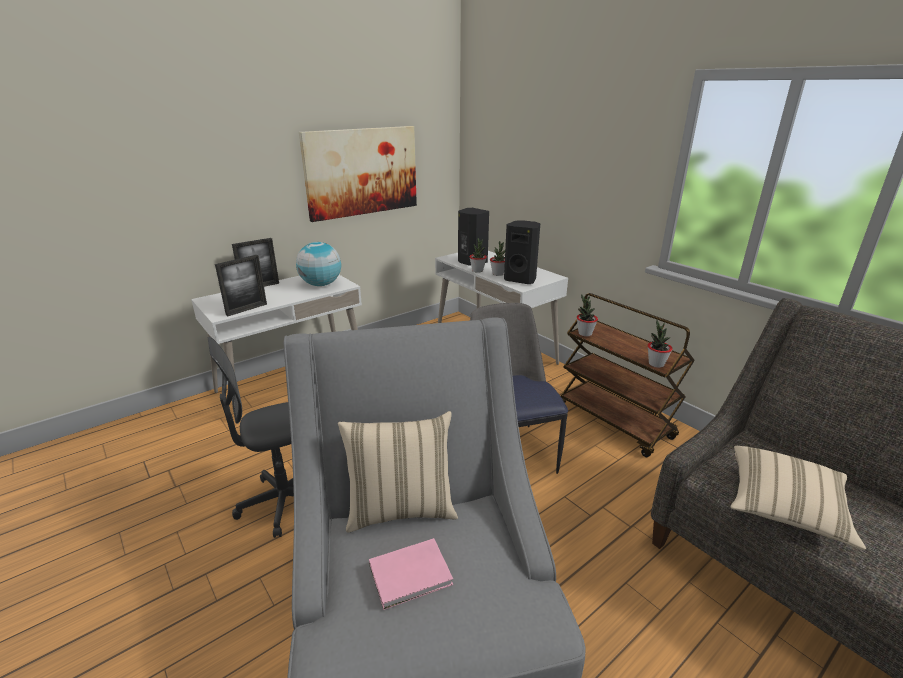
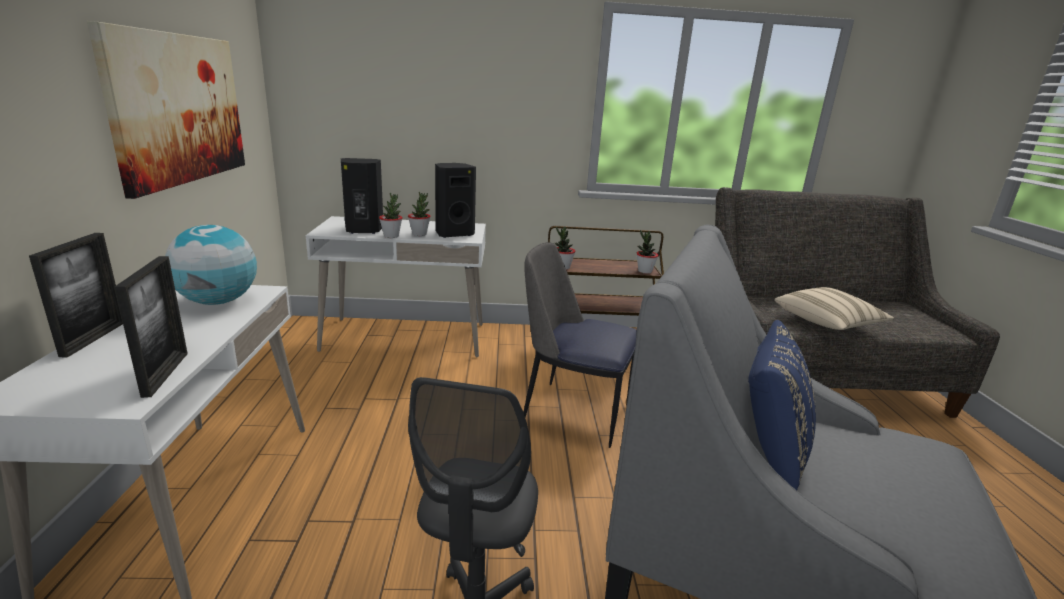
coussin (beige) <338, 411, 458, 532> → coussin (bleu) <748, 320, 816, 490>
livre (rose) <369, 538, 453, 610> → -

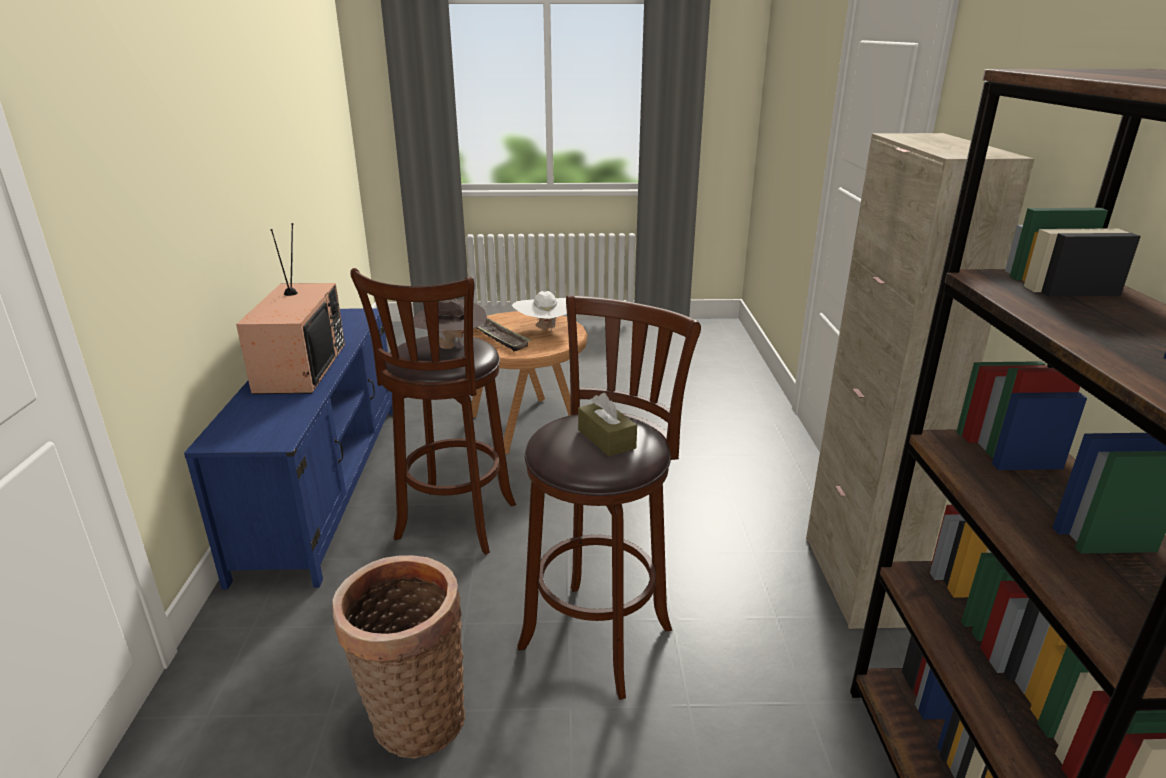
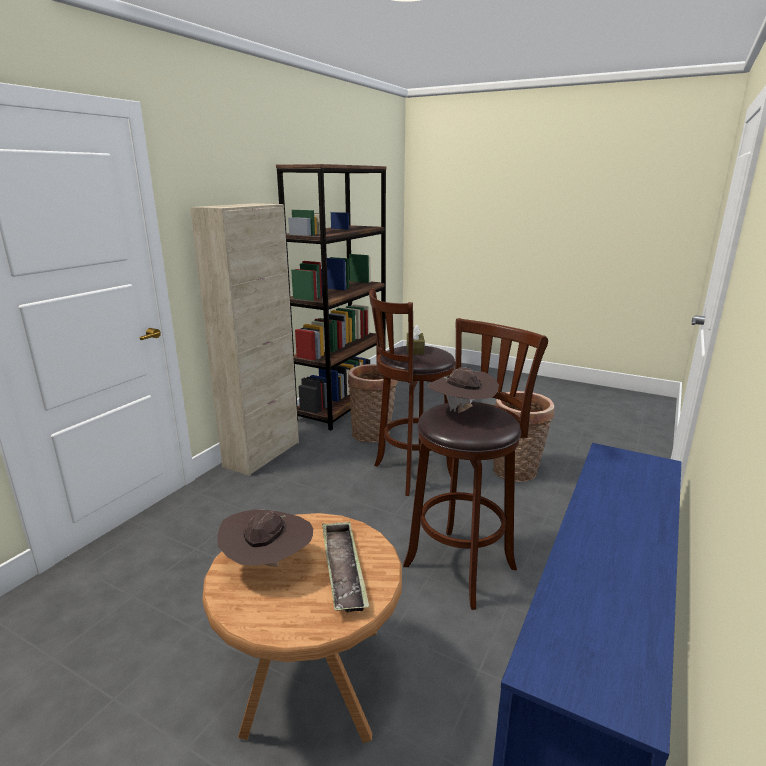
chapeau (blanc) <512, 291, 567, 332> → chapeau (marron) <217, 509, 313, 567>
- → panier <348, 364, 398, 443>
téléviseur <236, 223, 345, 394> → -

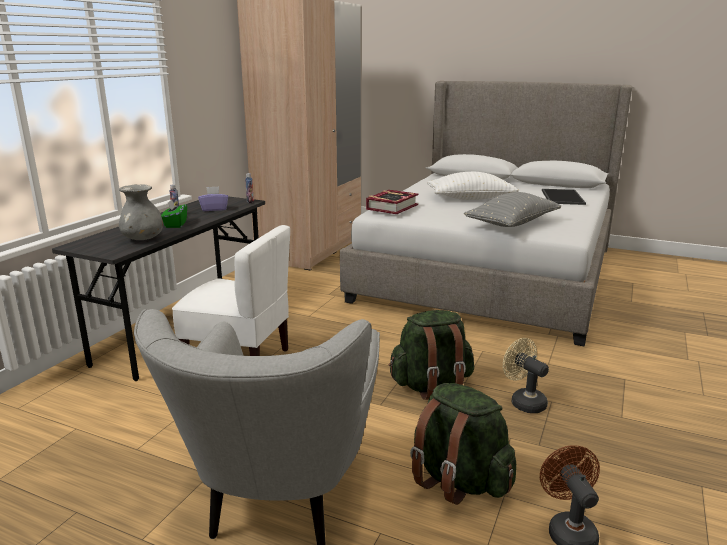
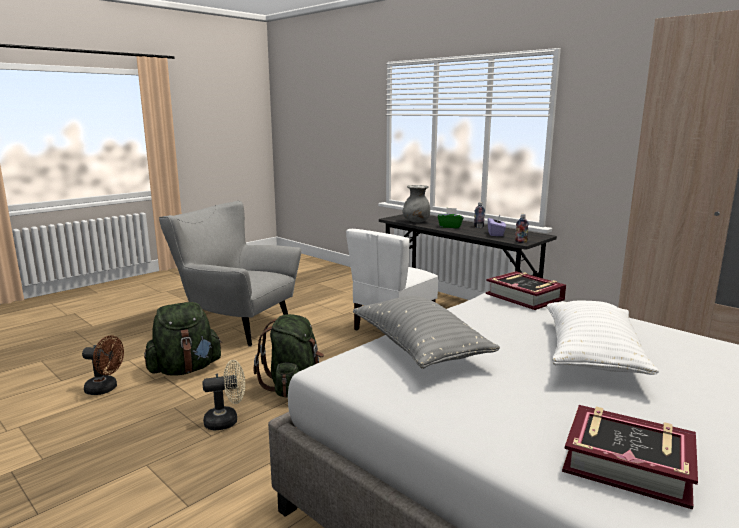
plateau <542, 189, 586, 205> → livre <562, 405, 698, 509>

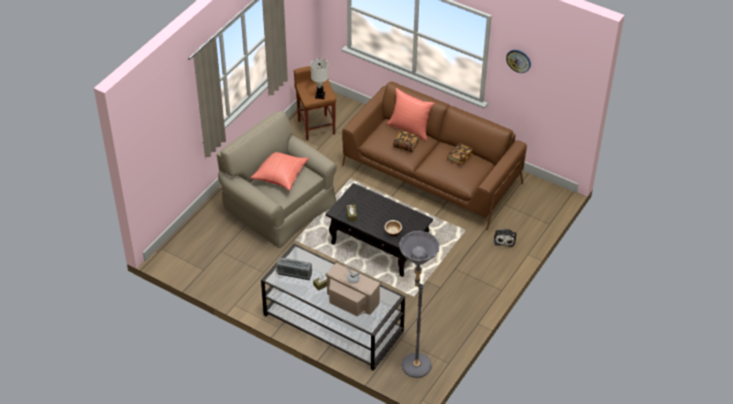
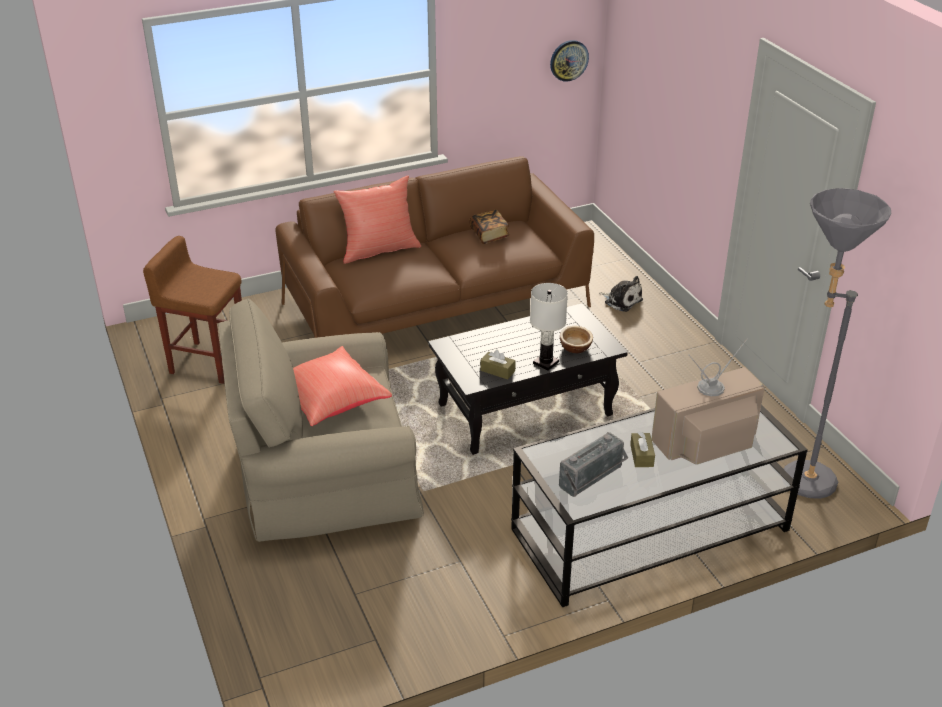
lampe de table (blanc) <311, 59, 328, 99> → lampe de table (blanc) <530, 283, 568, 370>, moved
horloge murale <506, 50, 531, 73> → horloge murale <550, 40, 589, 82>, moved
livre <393, 130, 419, 152> → -

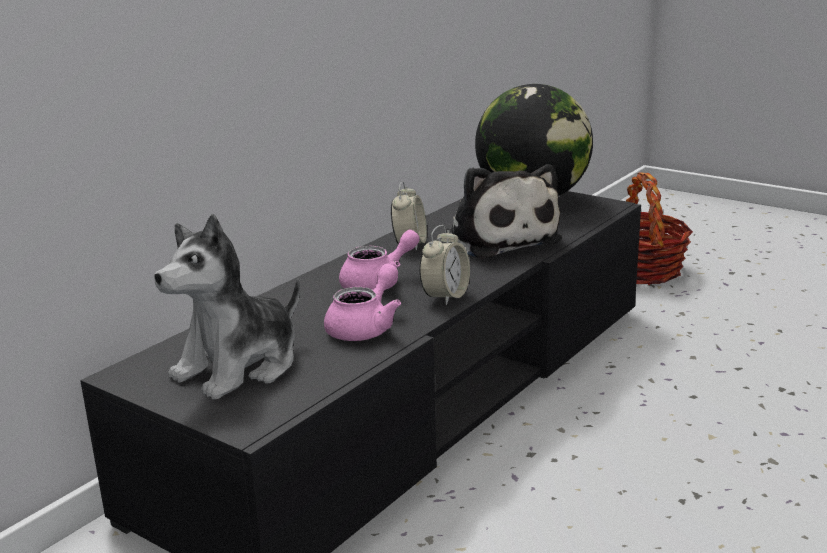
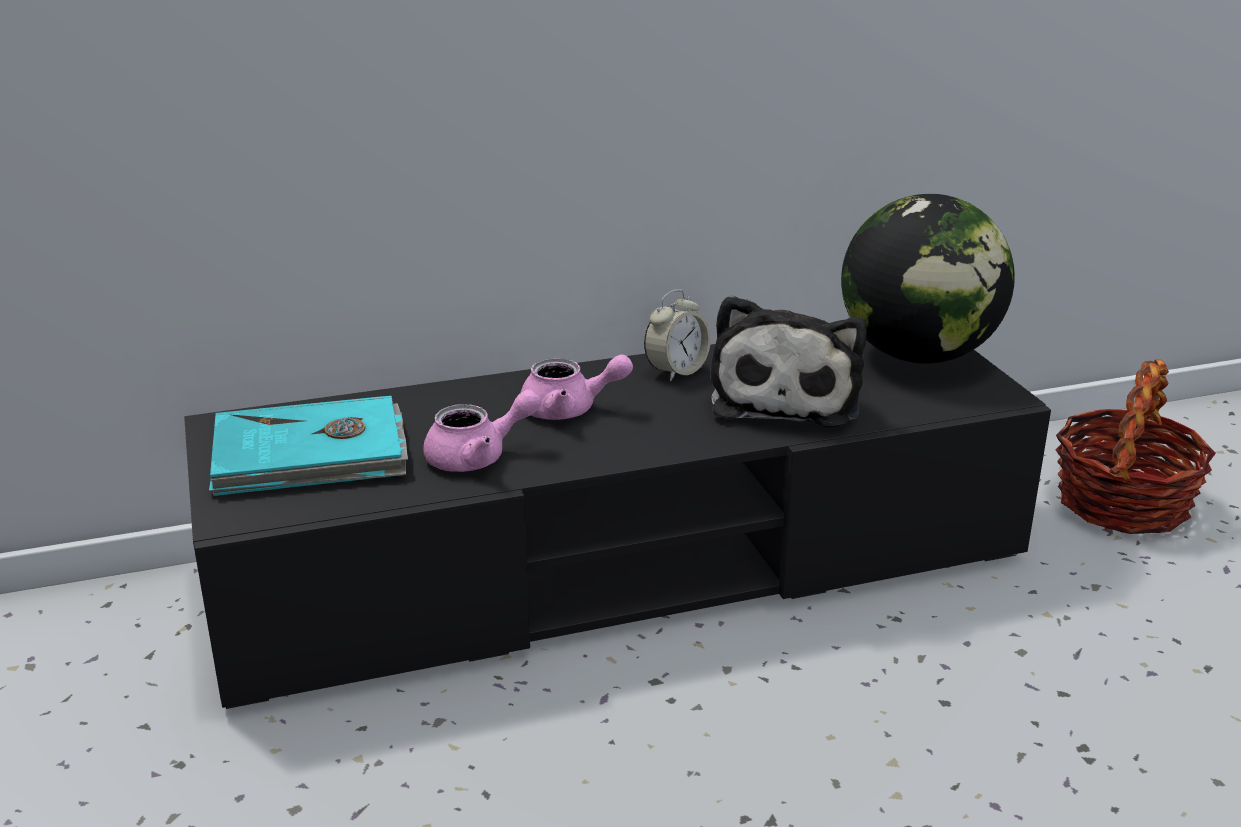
peluche <154, 214, 300, 400> → livre (turquoise) <209, 396, 408, 496>
réveil <419, 225, 470, 305> → -

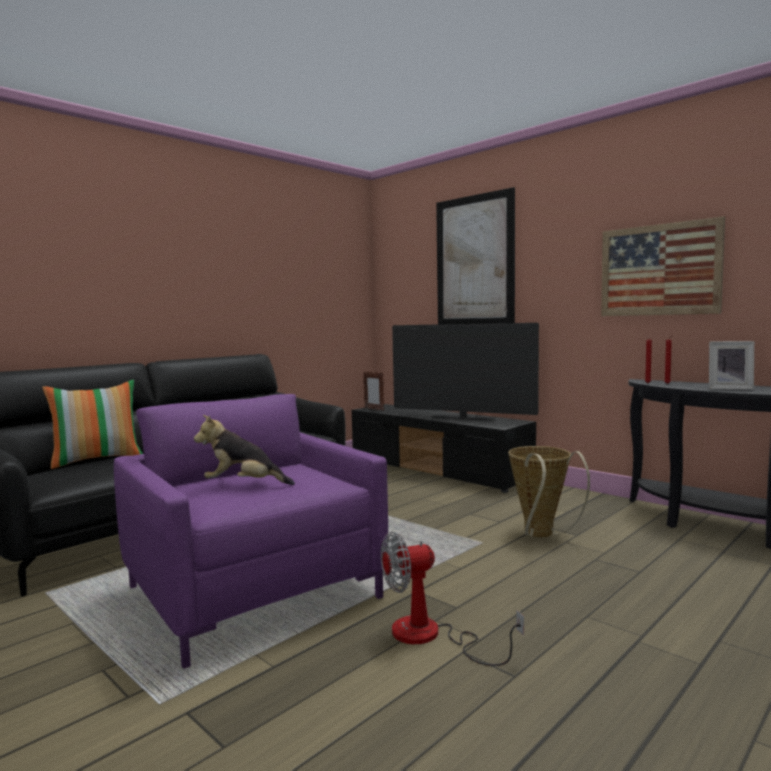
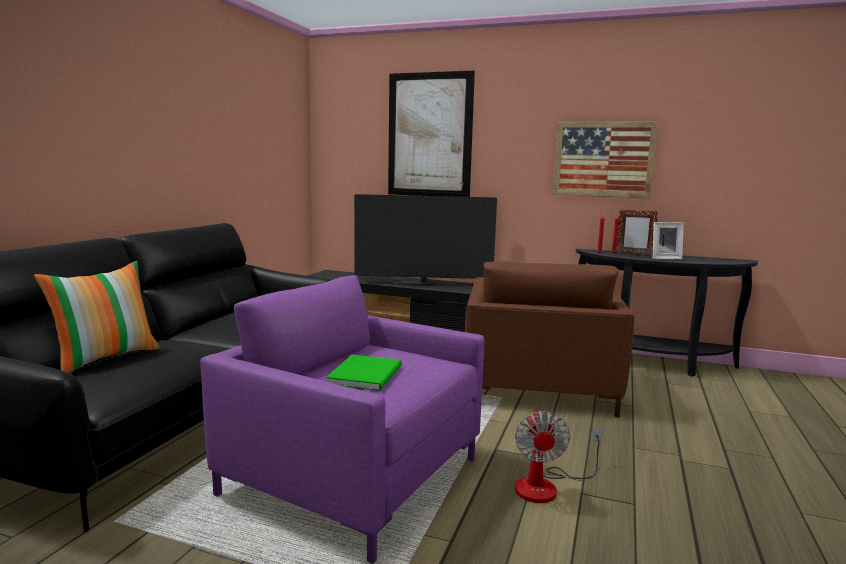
peluche <194, 415, 295, 485> → livre (vert) <326, 355, 402, 391>
panier <508, 446, 590, 537> → fauteuil (marron) <465, 261, 634, 417>
ventilateur <381, 532, 524, 666> → ventilateur <515, 411, 603, 503>, 45 degrees counterclockwise
cadre photo <363, 371, 384, 411> → cadre photo <617, 210, 658, 256>, moved

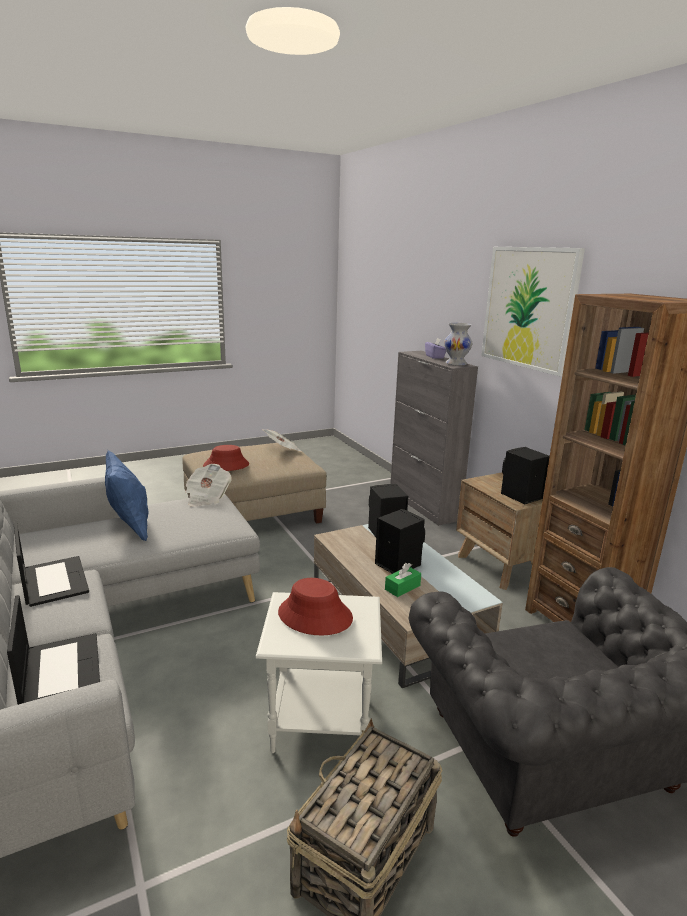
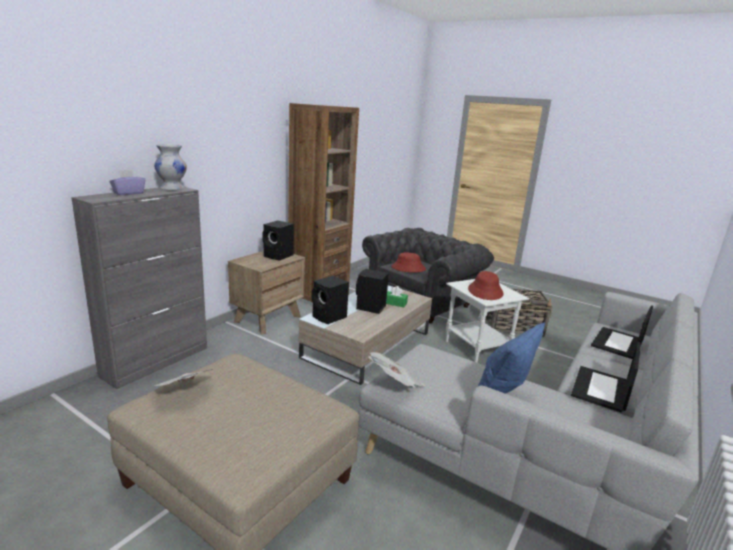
chapeau (rouge) <203, 445, 249, 471> → chapeau (rouge) <391, 253, 426, 272>, moved
tableau <481, 247, 585, 376> → -

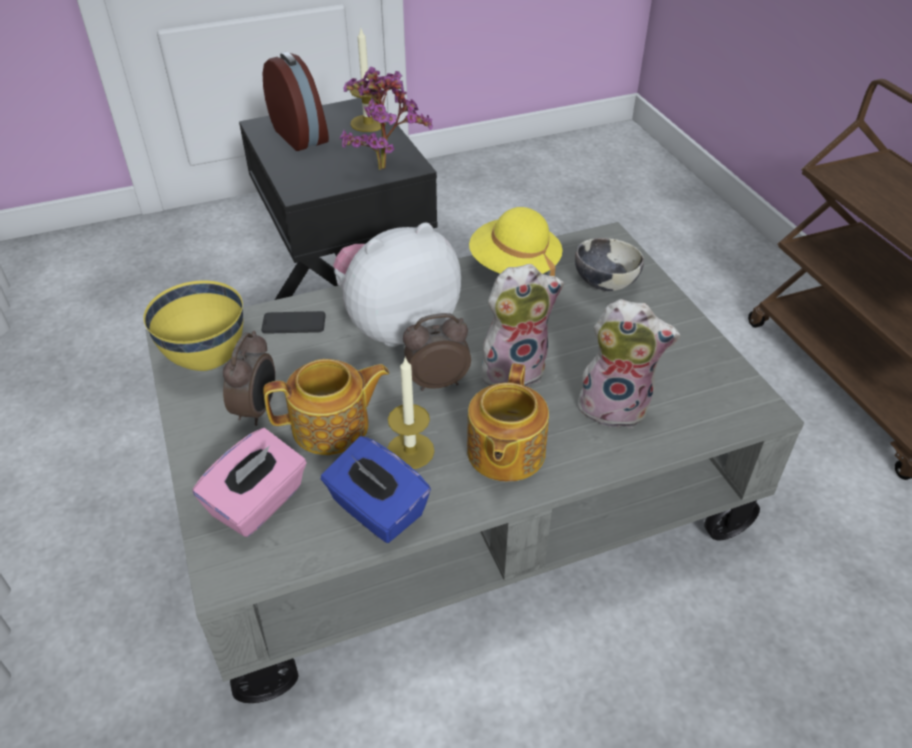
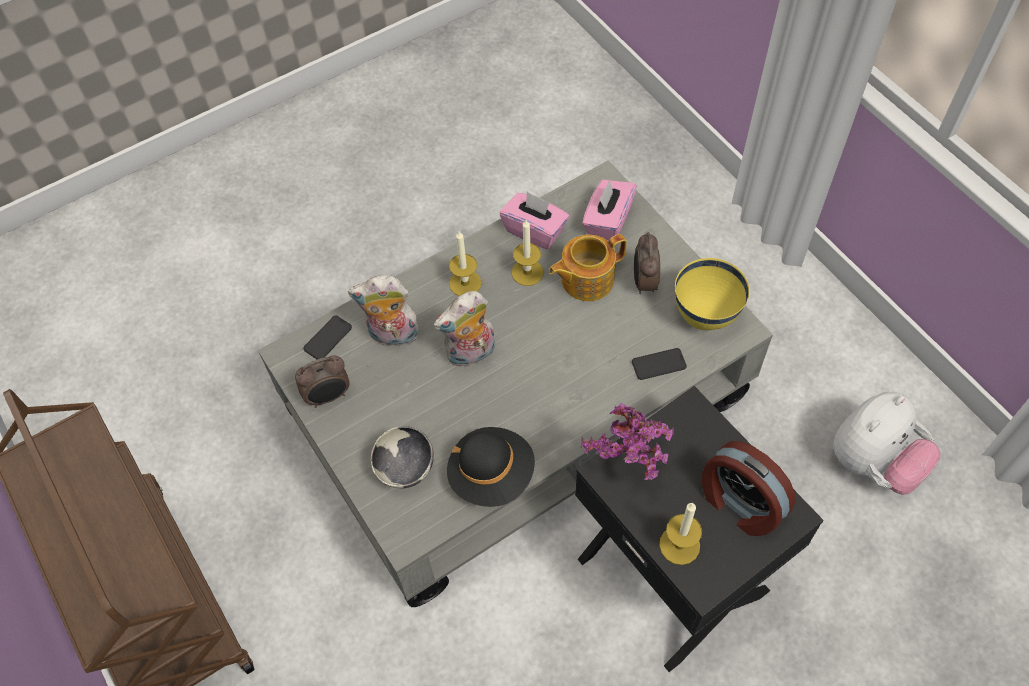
réveil <403, 313, 471, 391> → réveil <295, 355, 350, 408>, moved
- → téléphone <303, 315, 352, 359>
chapeau (jaune) <469, 207, 563, 276> → chapeau (noir) <447, 427, 535, 507>
théière <467, 363, 549, 482> → bougie <449, 231, 481, 296>
boîte à mouchoirs (bleu) <321, 436, 431, 543> → boîte à mouchoirs (rose) <500, 191, 569, 250>
peluche <333, 223, 461, 347> → peluche <833, 392, 941, 495>, moved

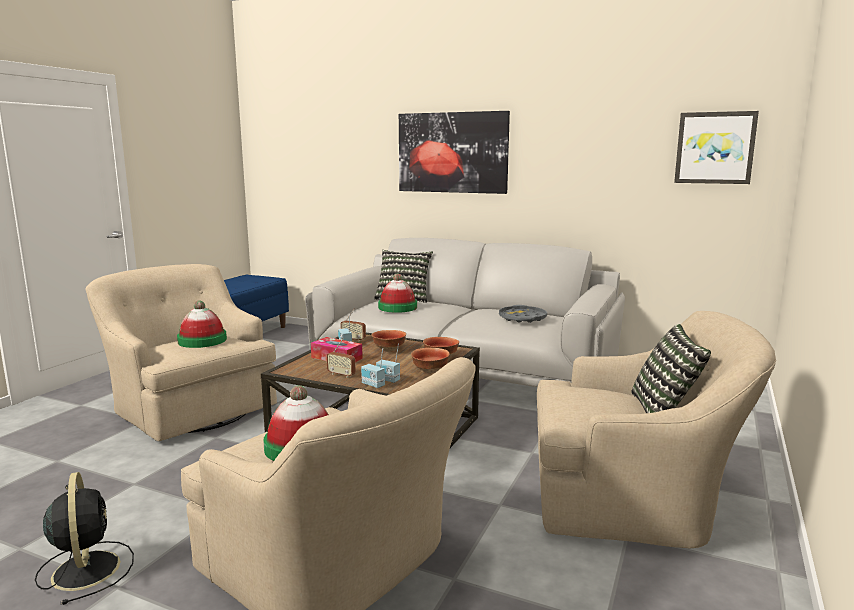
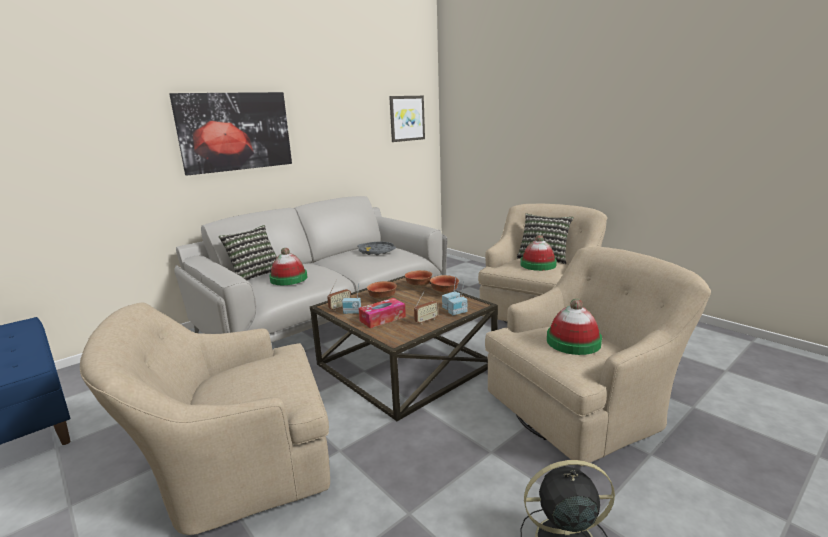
chapeau <177, 300, 227, 348> → chapeau <520, 235, 557, 271>, moved

